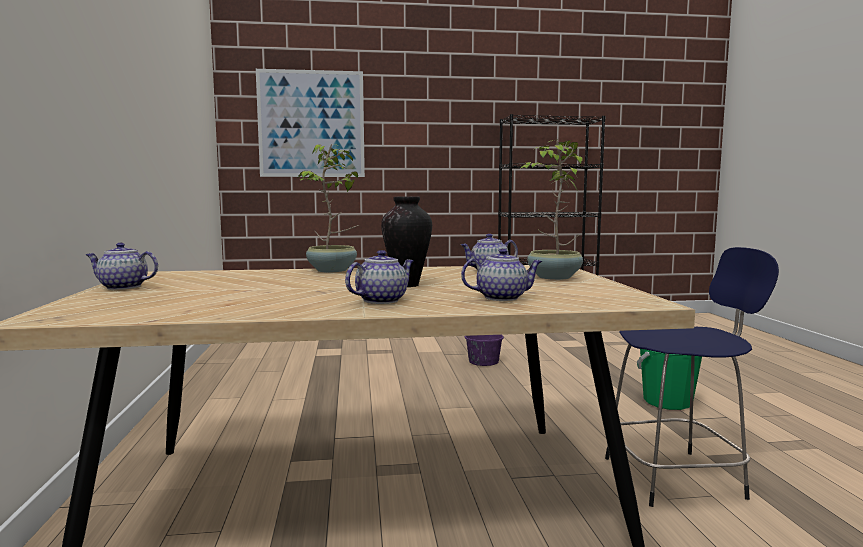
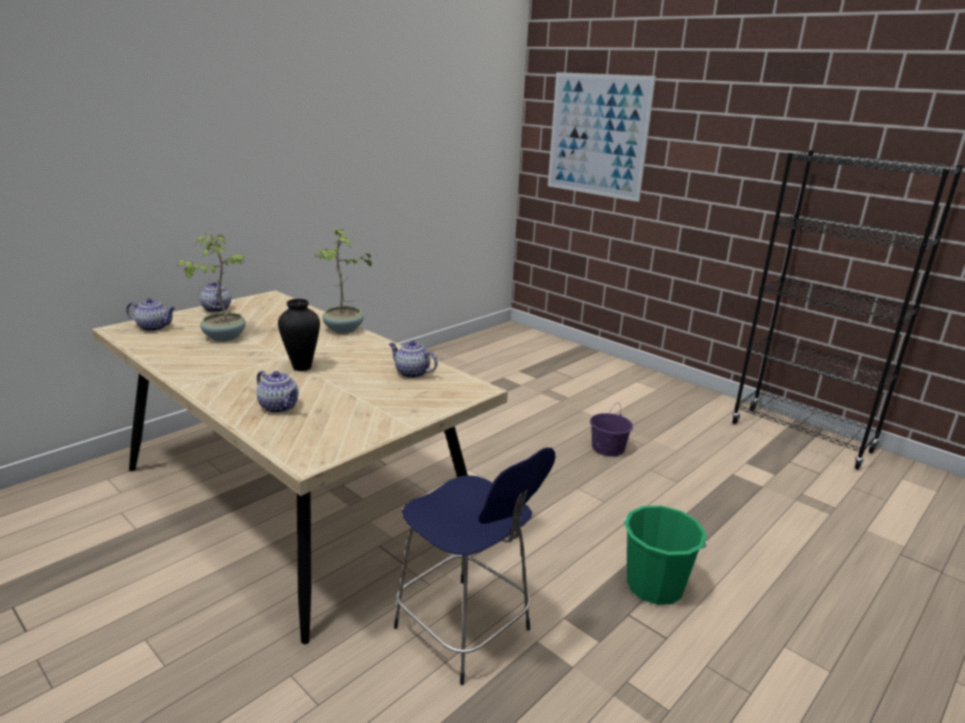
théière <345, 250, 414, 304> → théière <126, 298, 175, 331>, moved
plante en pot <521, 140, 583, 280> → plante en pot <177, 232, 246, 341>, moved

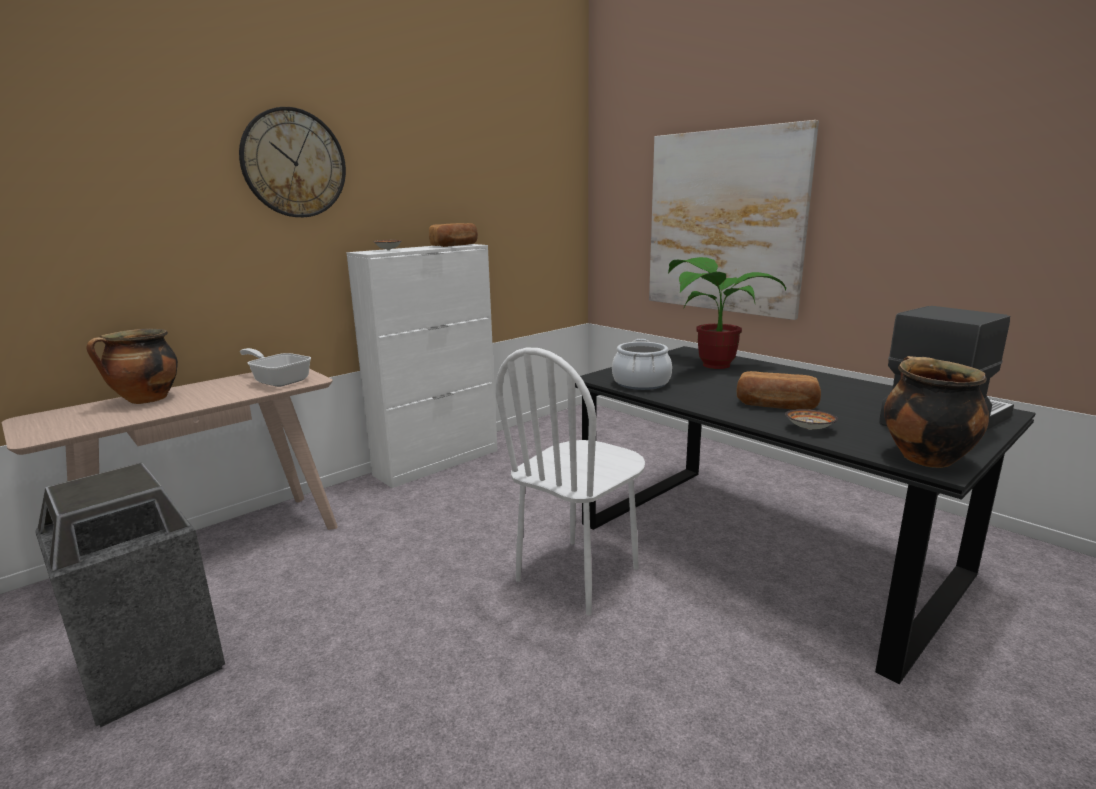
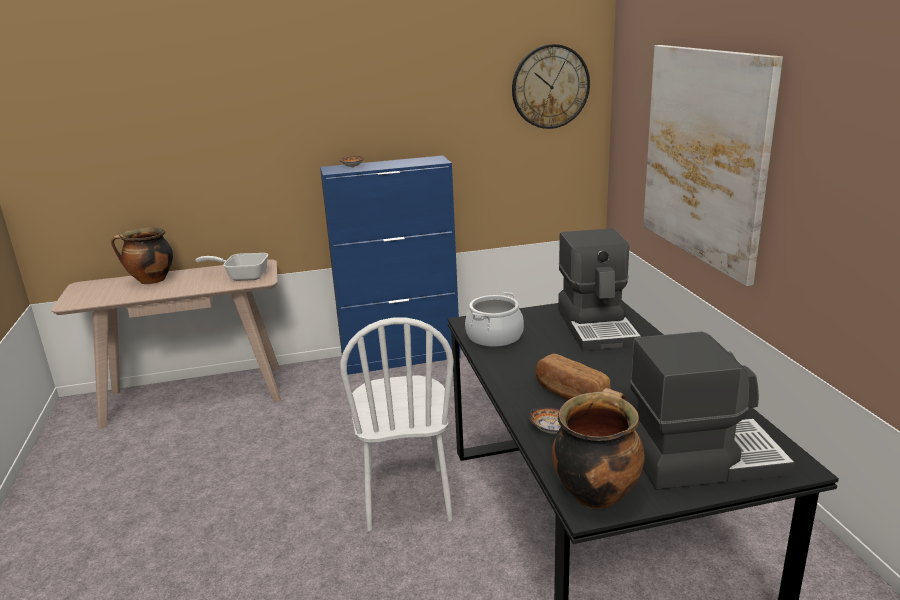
poêle <240, 348, 311, 387> → poêle <195, 253, 268, 281>, 60 degrees counterclockwise
meuble de rangement (blanc) <346, 244, 497, 488> → meuble de rangement (bleu) <320, 155, 461, 375>
chaise (blanc) <496, 348, 645, 616> → chaise (blanc) <340, 317, 454, 531>, 75 degrees counterclockwise
horloge murale <239, 107, 346, 217> → horloge murale <512, 44, 590, 129>, moved
plante en pot <668, 257, 786, 369> → machine à café <558, 228, 641, 351>
poubelle <35, 462, 225, 728> → -
pain <429, 223, 478, 247> → -

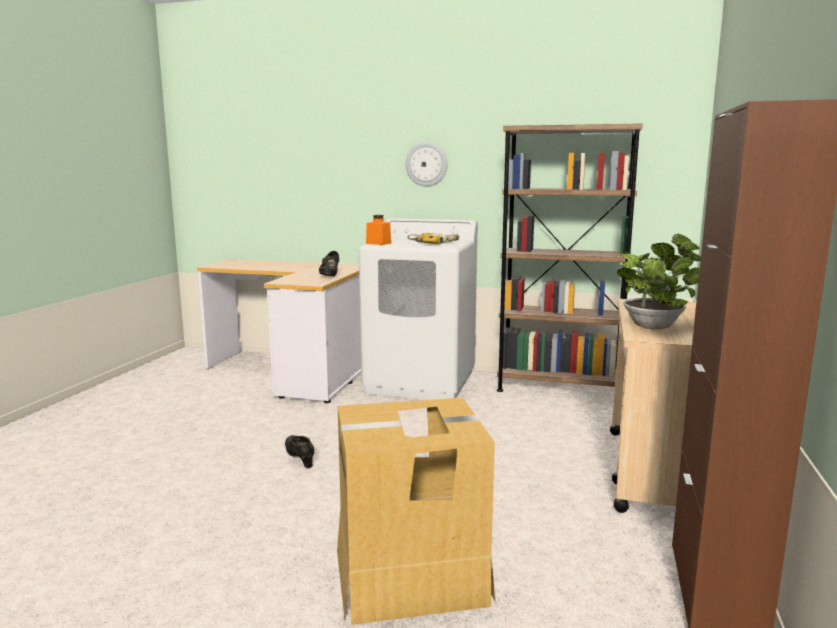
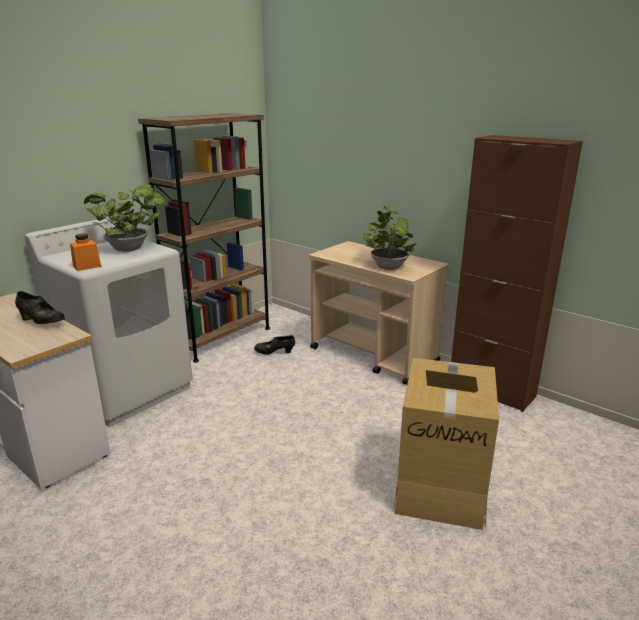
perceuse <407, 233, 459, 244> → plante en pot <84, 183, 165, 252>
chaussure (noir) <285, 435, 314, 468> → chaussure (noir) <254, 335, 295, 355>, moved
horloge murale <406, 142, 447, 187> → -

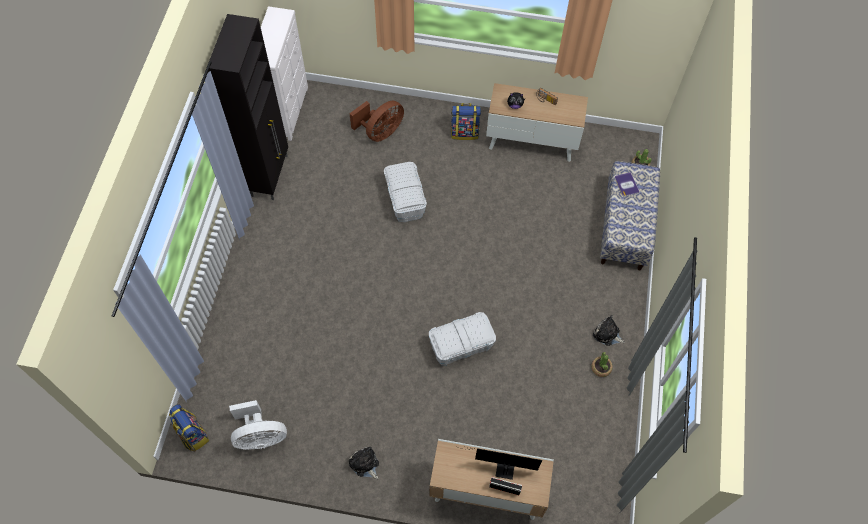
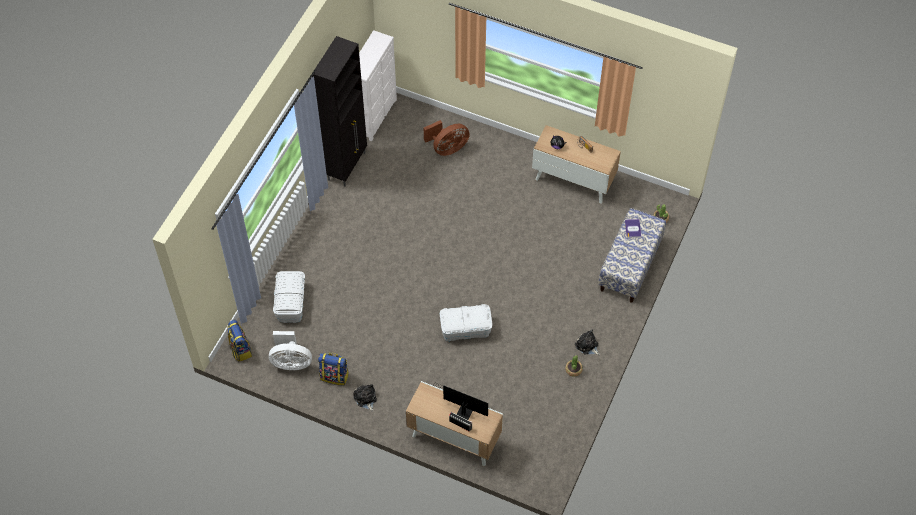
boîte de rangement (blanc) <384, 162, 427, 222> → boîte de rangement (blanc) <273, 271, 305, 323>, moved
sac à dos <451, 103, 481, 140> → sac à dos <318, 352, 349, 385>, moved

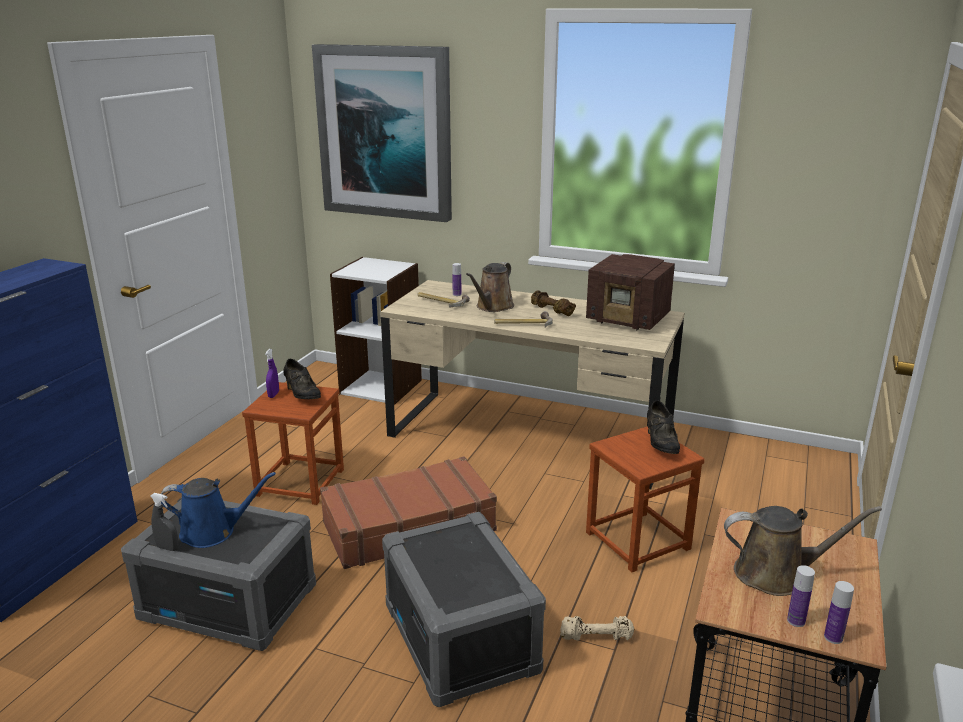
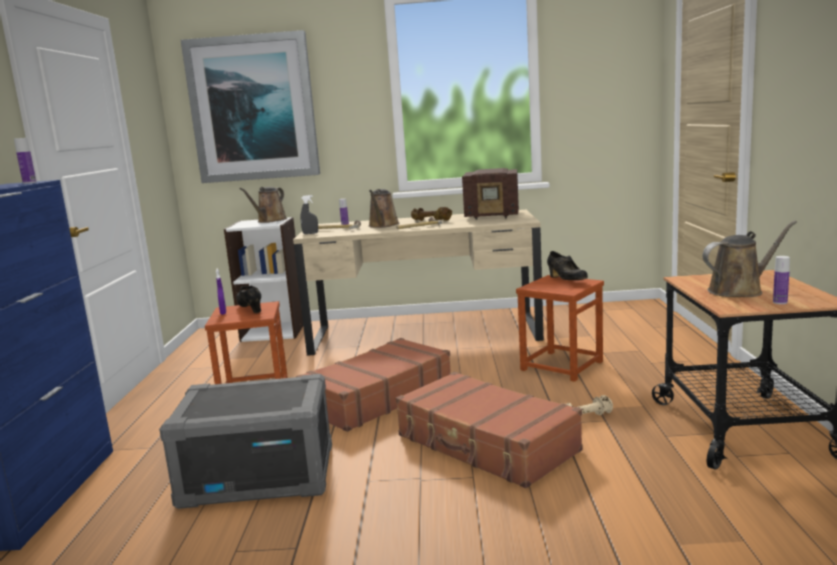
bouteille <824, 581, 854, 644> → bouteille <14, 138, 37, 184>, moved
chaussure (noir) <283, 359, 321, 399> → chaussure (noir) <236, 286, 261, 313>, 150 degrees counterclockwise
- → arrosoir (marron) <240, 187, 287, 223>
vaporisateur (gris) <150, 493, 179, 551> → vaporisateur (gris) <300, 195, 318, 234>, moved
boîte de rangement (gris) <382, 512, 546, 707> → valise (marron) <396, 372, 583, 488>
arrosoir (bleu) <161, 472, 276, 548> → -

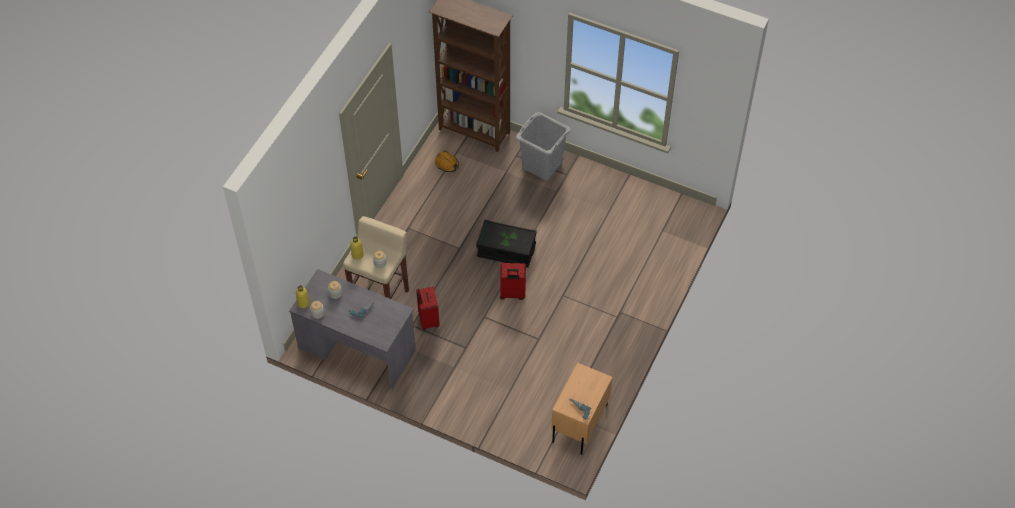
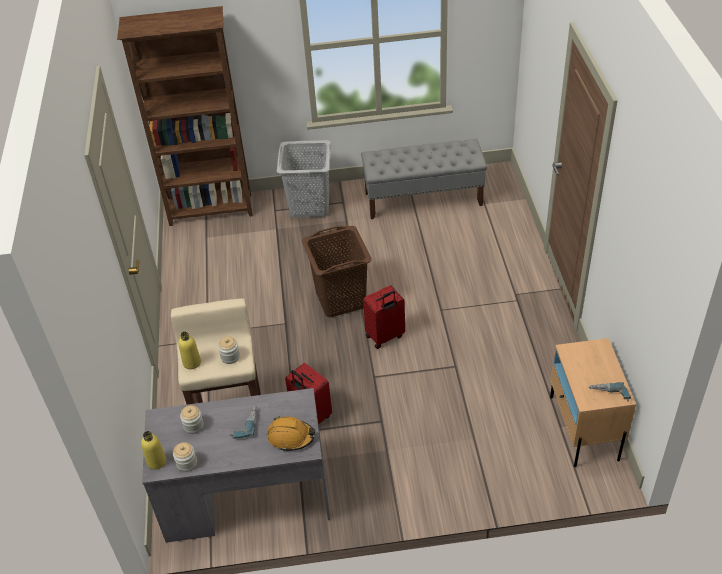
casque de chantier (orange) <435, 151, 459, 172> → casque de chantier (orange) <267, 416, 316, 451>, moved
boîte de rangement (noir) <476, 220, 537, 268> → panier à linge (marron) <302, 226, 372, 317>
- → banc (gris) <361, 139, 487, 219>

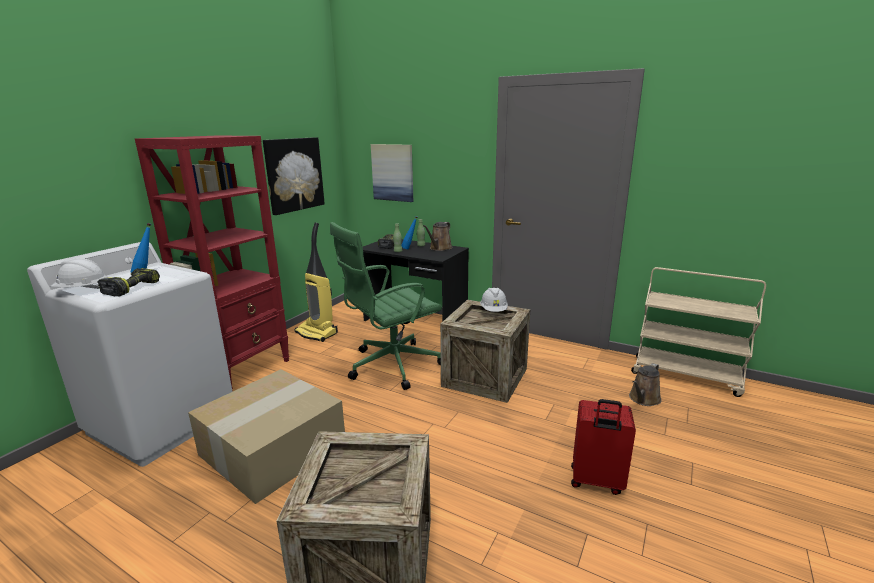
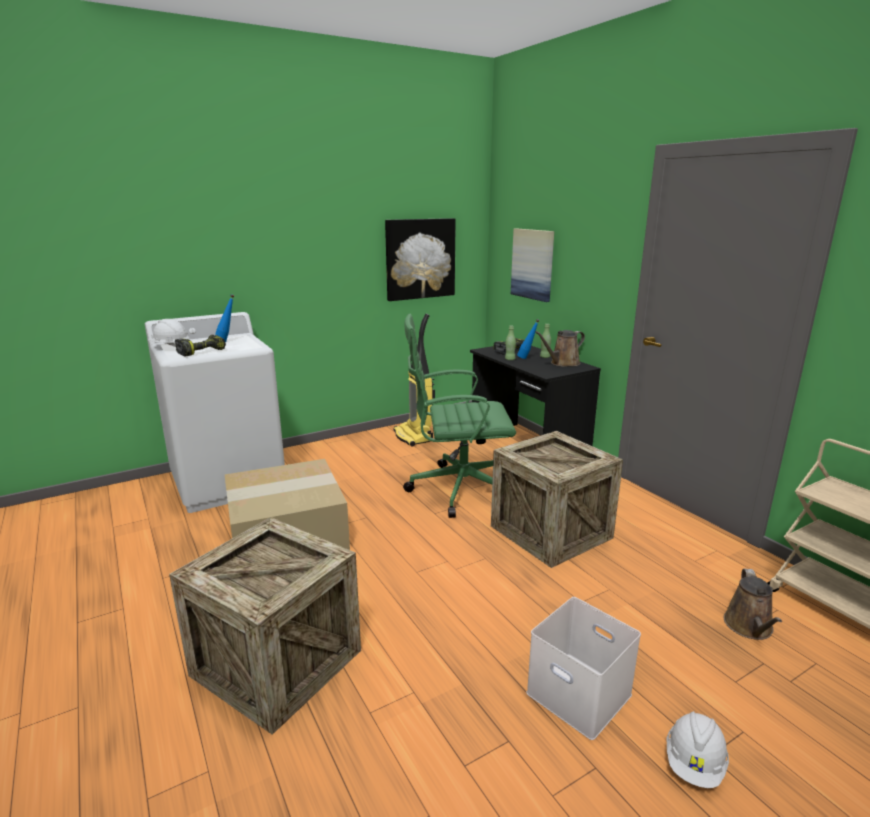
valise (rouge) <571, 399, 636, 495> → boîte de rangement (blanc) <526, 597, 641, 740>
casque de chantier (blanc) <480, 288, 508, 312> → casque de chantier (blanc) <667, 711, 729, 788>, moved
arrosoir (marron) <629, 363, 662, 406> → arrosoir (marron) <724, 568, 782, 640>, 60 degrees counterclockwise
bibliothèque (rouge) <135, 136, 290, 389> → -

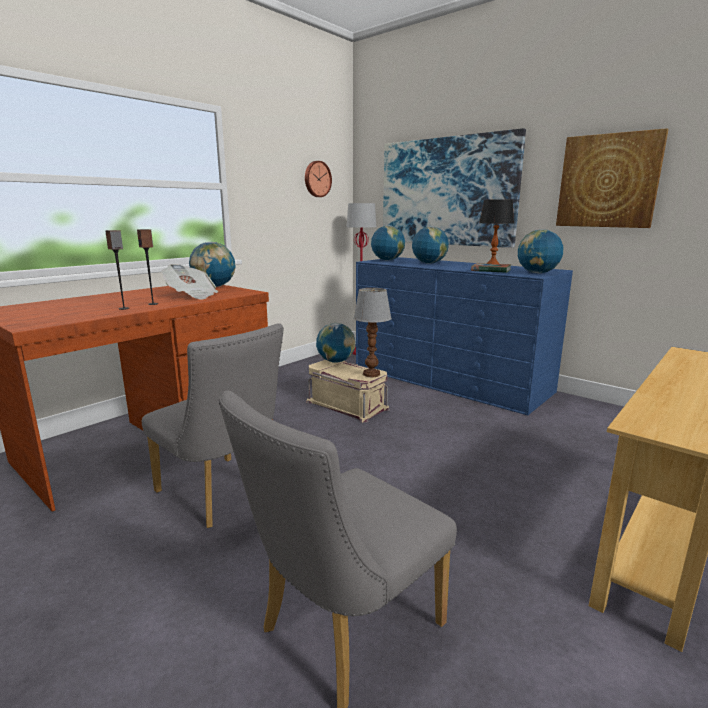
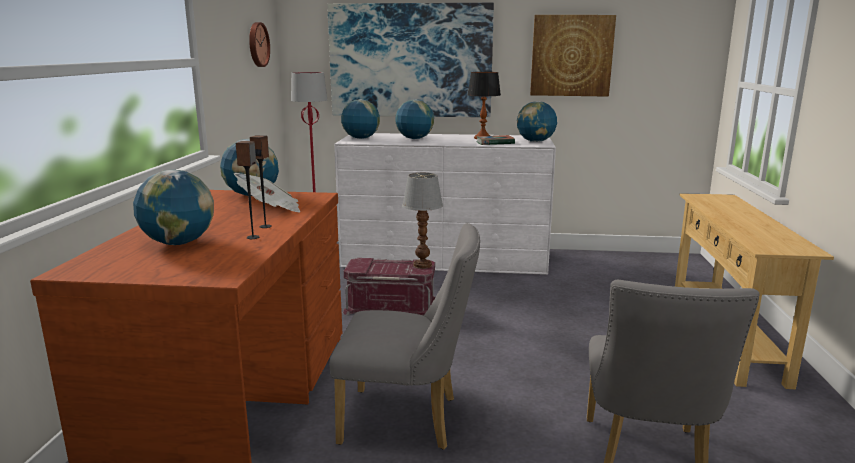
globe <316, 323, 355, 363> → globe <133, 170, 214, 245>, moved
commode (bleu) <356, 257, 573, 415> → commode (blanc) <334, 133, 556, 275>
boîte de rangement (beige) <306, 360, 390, 423> → boîte de rangement (rouge) <343, 258, 435, 316>

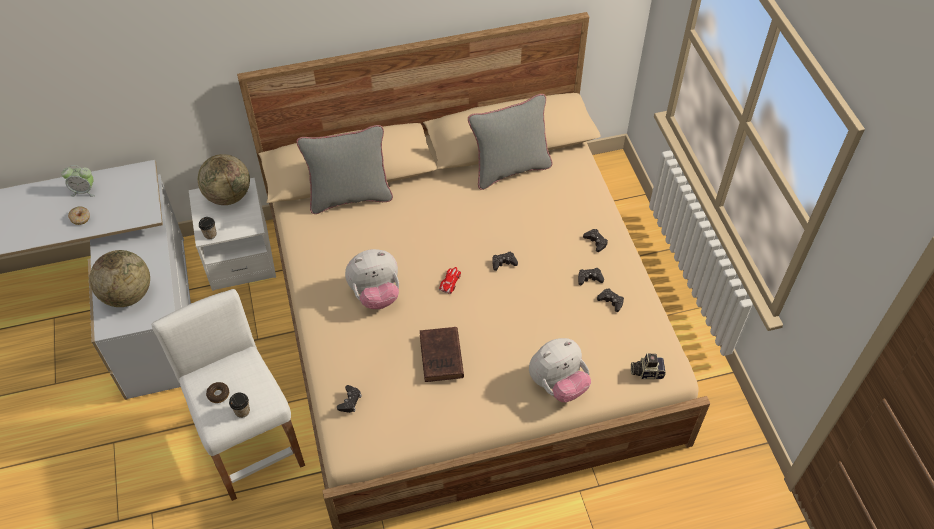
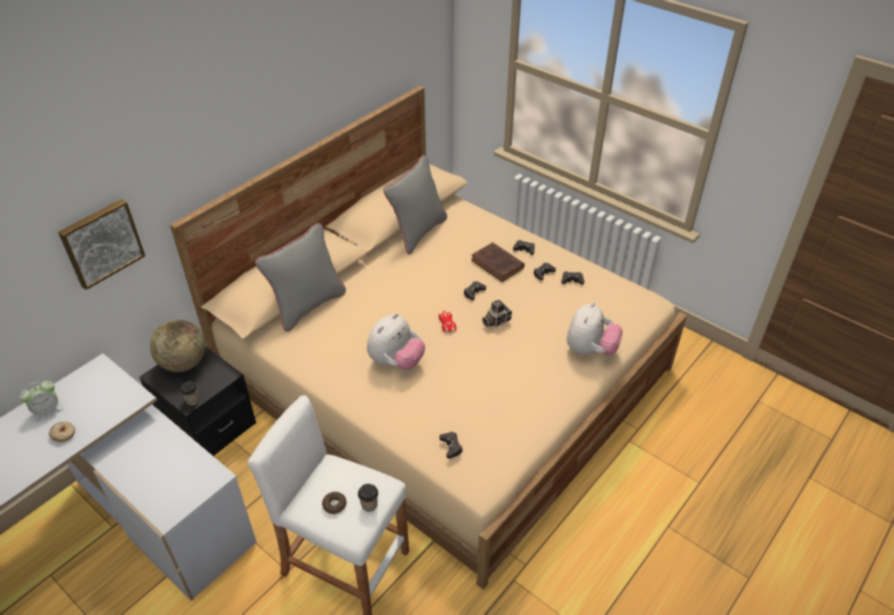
- → tableau <58, 199, 145, 290>
table de chevet (blanc) <189, 178, 276, 291> → table de chevet (noir) <139, 347, 256, 456>
livre (marron) <420, 327, 464, 382> → livre (marron) <471, 242, 525, 282>, moved
appareil photo <631, 353, 666, 379> → appareil photo <482, 300, 512, 327>, moved
globe <90, 250, 150, 307> → -

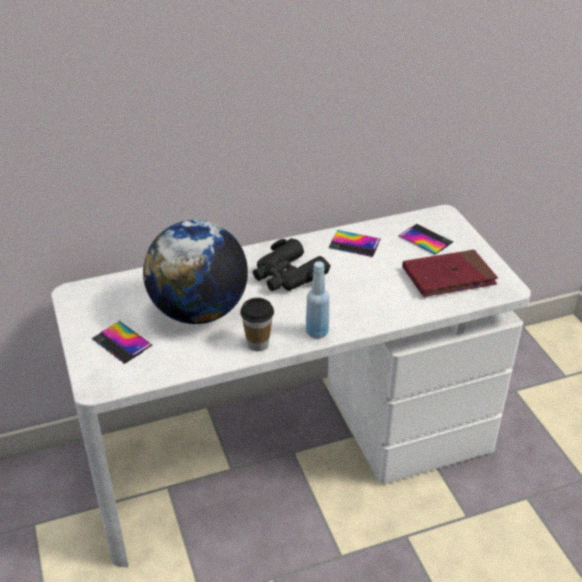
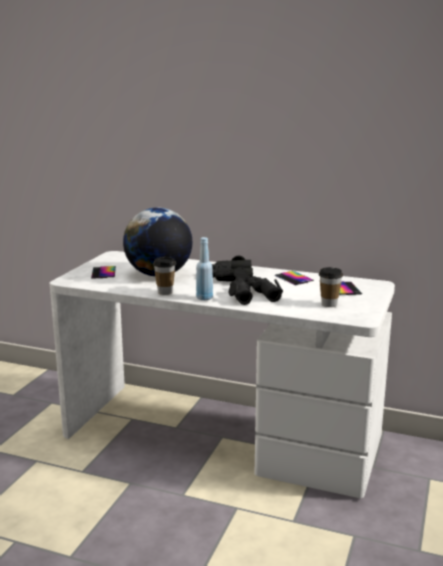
- → jumelles (noir) <228, 276, 283, 305>
livre (rouge) <402, 250, 498, 297> → tasse <319, 267, 343, 307>

